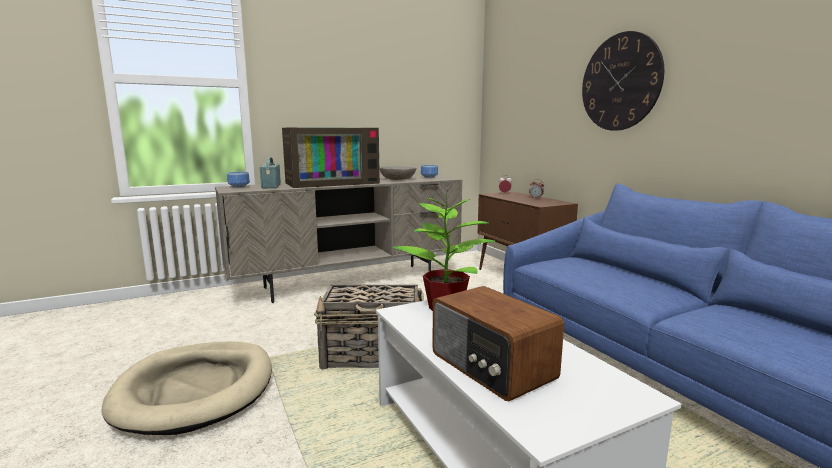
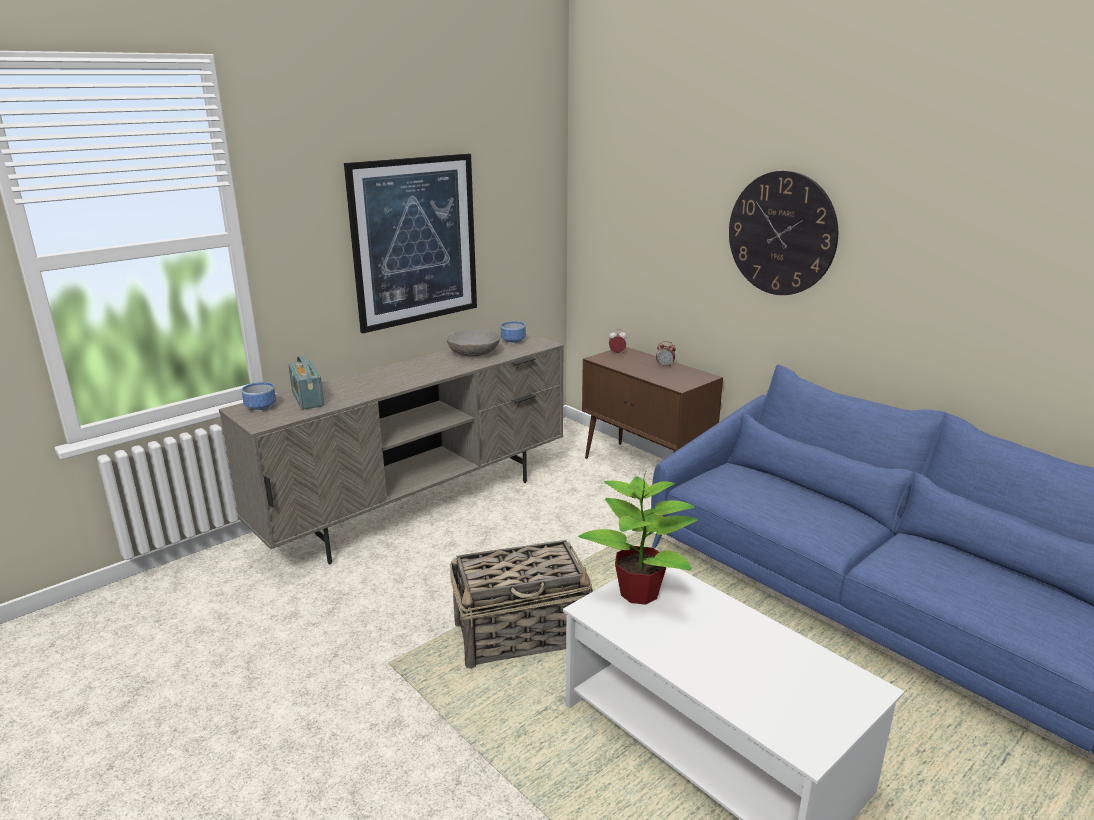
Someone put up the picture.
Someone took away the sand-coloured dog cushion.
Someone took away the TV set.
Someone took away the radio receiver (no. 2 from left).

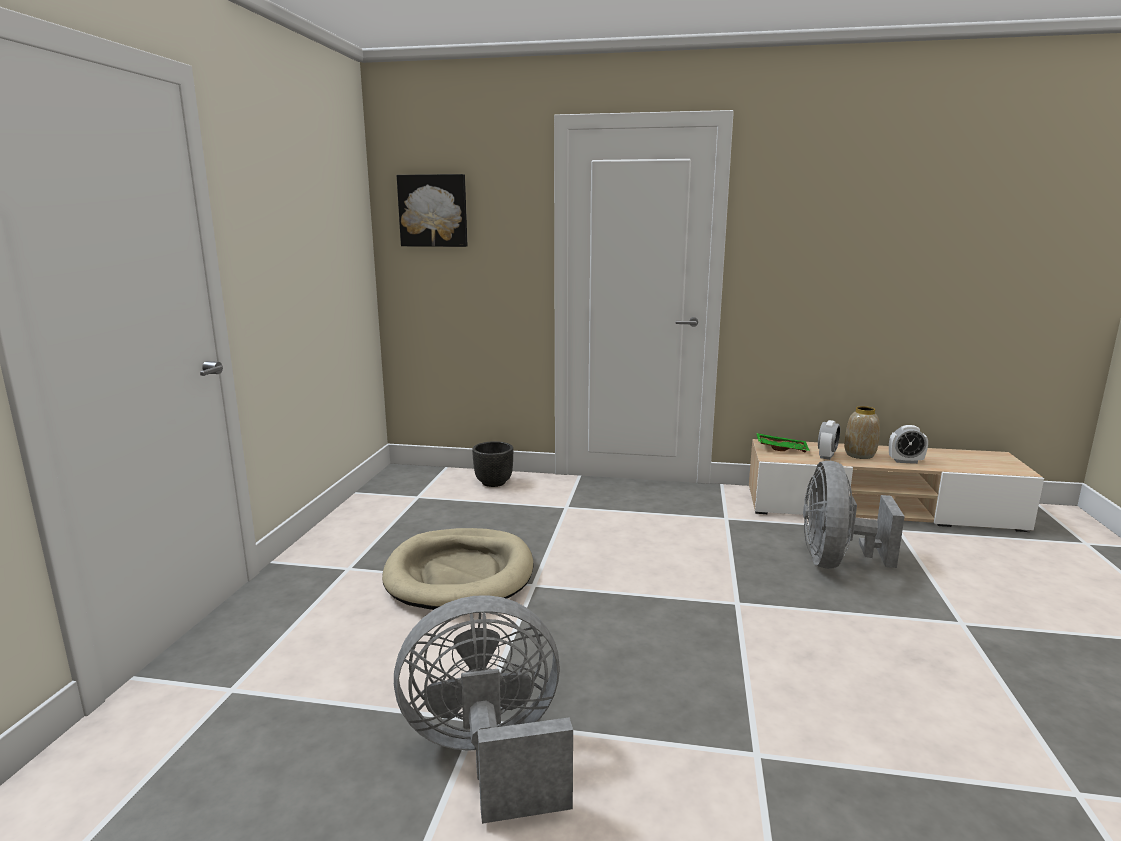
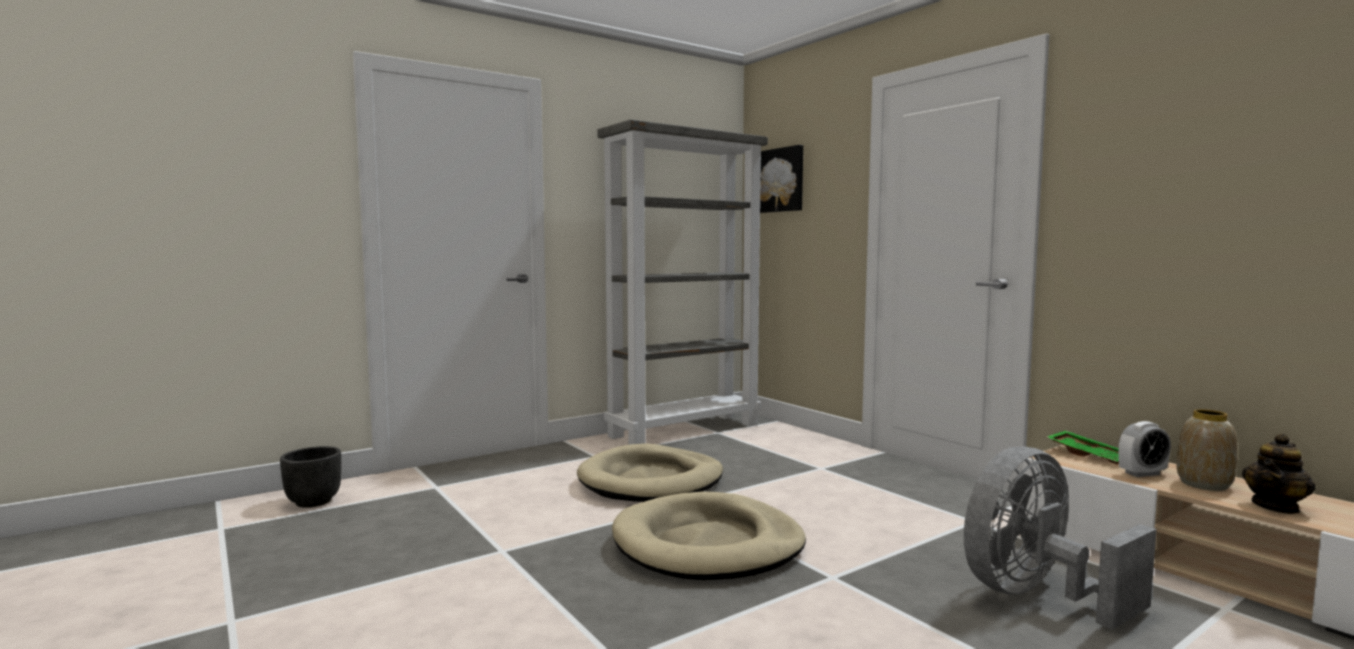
Someone carried the blackish planter.
Someone put down the gray shelving unit.
Someone put down the sand-coloured dog cushion (no. 2 from left).
Someone swapped the table clock (no. 2 from left) for the tea pot.
Someone took away the gray cooling fan (no. 1 from left).

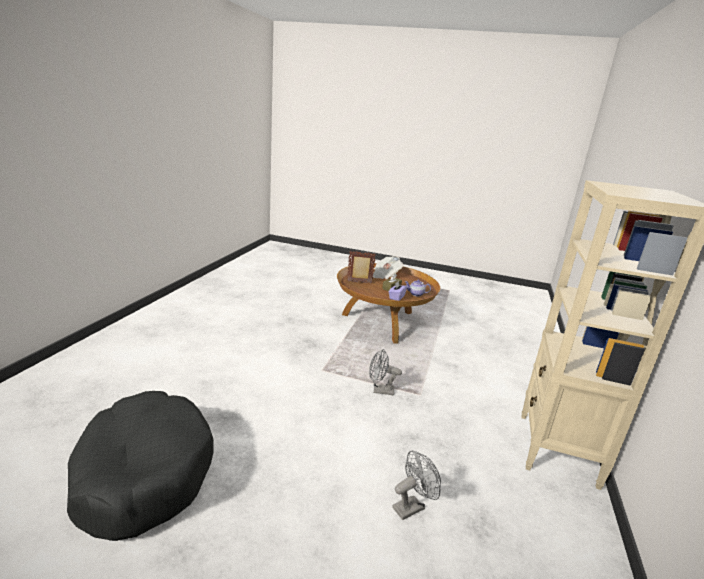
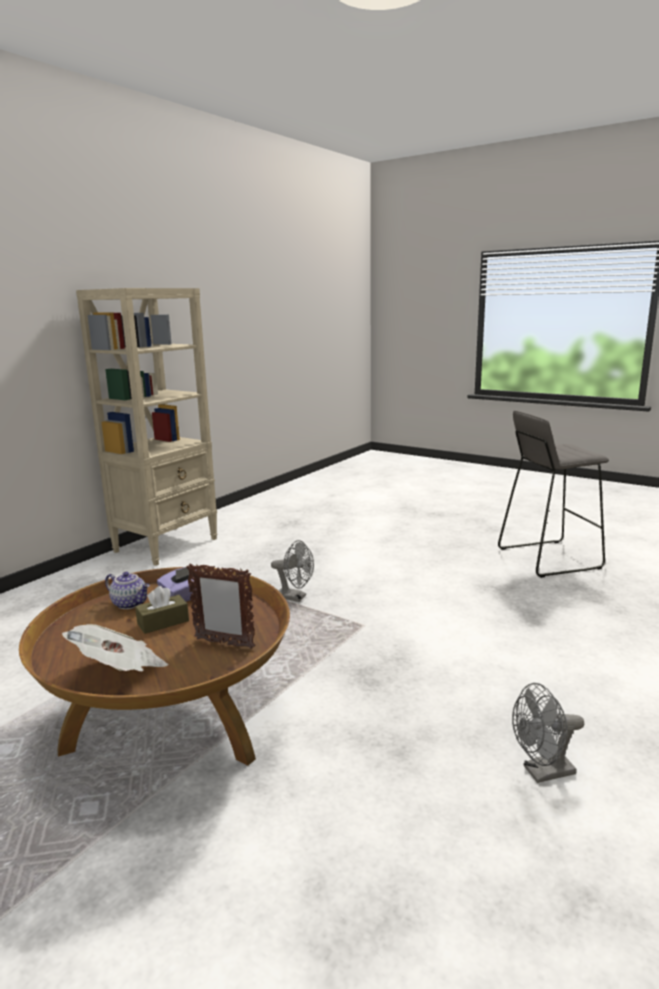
Someone swapped the blackish dog cushion for the gray stool seat.
Someone carried the gray cooling fan (no. 2 from left).

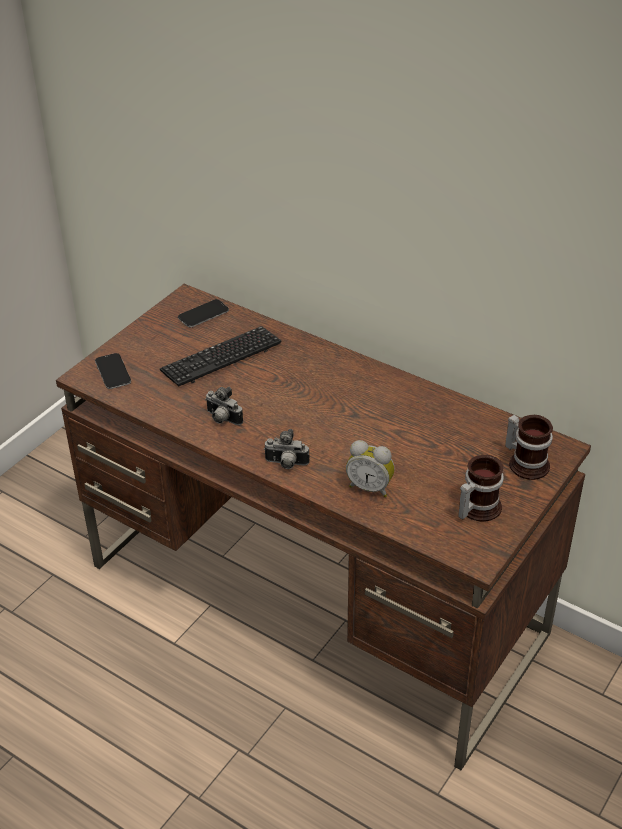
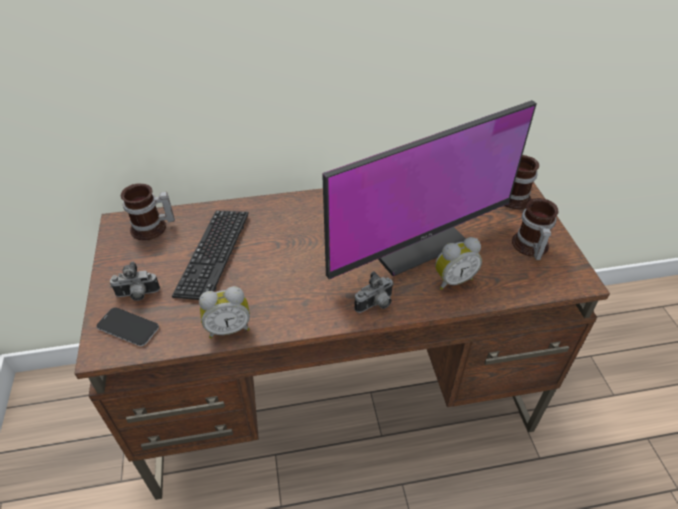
Someone carried the photo camera (no. 1 from left).
Someone swapped the telephone (no. 2 from left) for the tea mug (no. 1 from left).
Someone put down the table clock (no. 1 from left).
Someone put down the monitor.

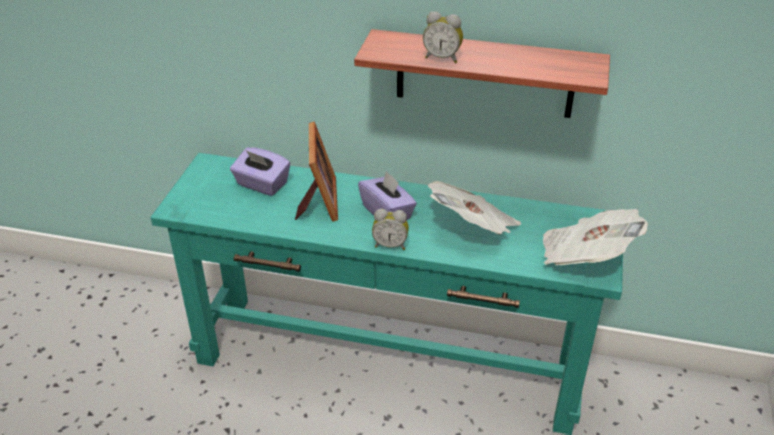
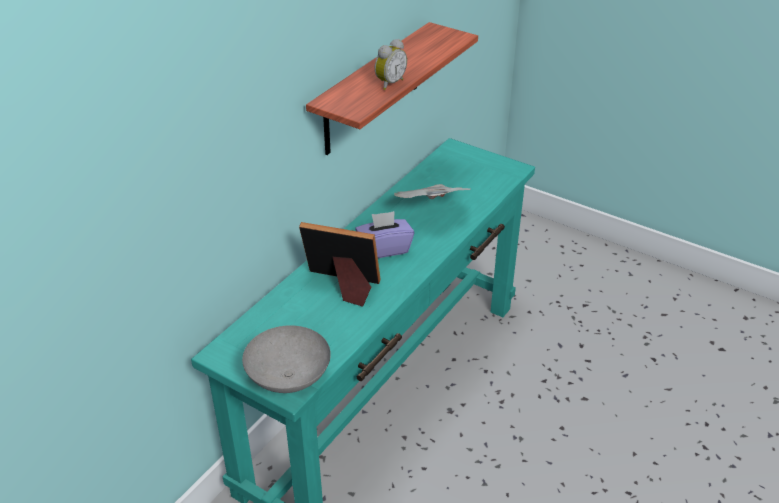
Someone put down the gray bowl.
Someone took away the purplish tissue box (no. 1 from left).
Someone took away the table clock (no. 1 from left).
Someone took away the daily paper (no. 2 from left).

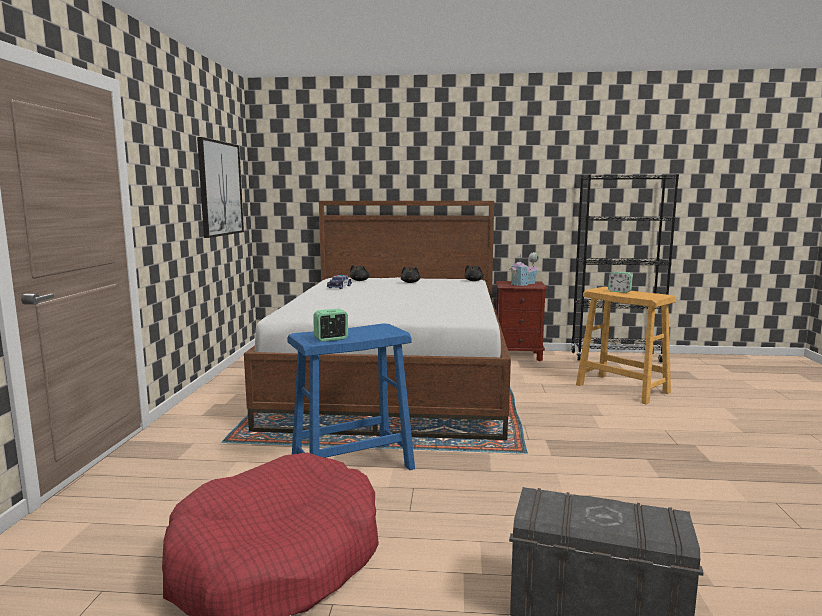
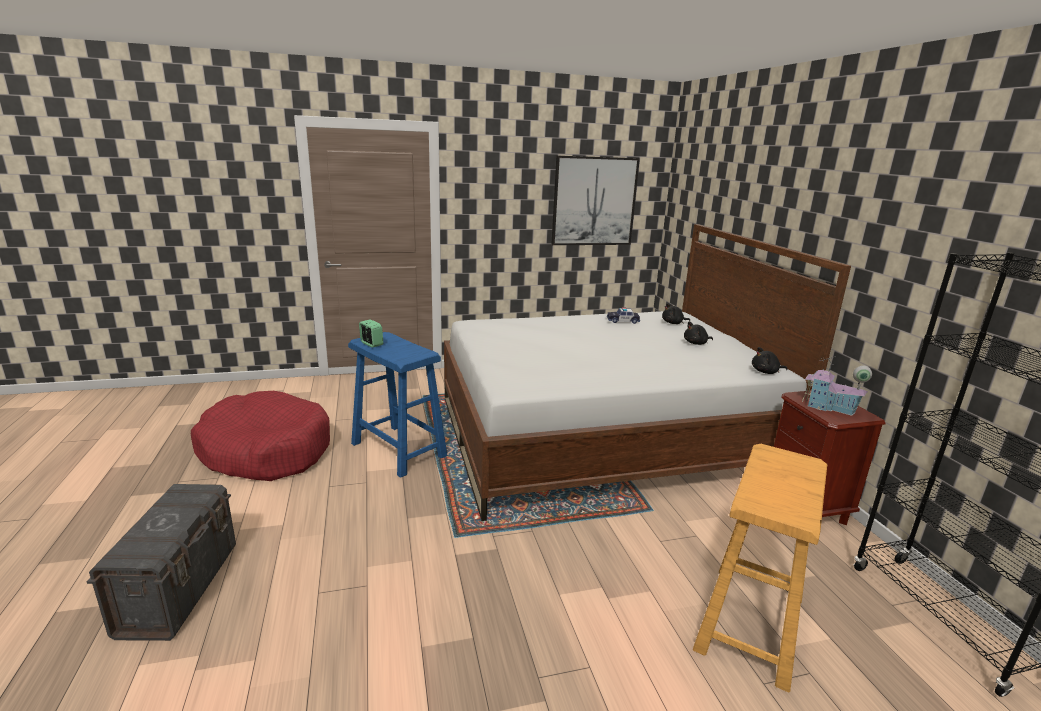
Someone took away the table clock (no. 2 from left).

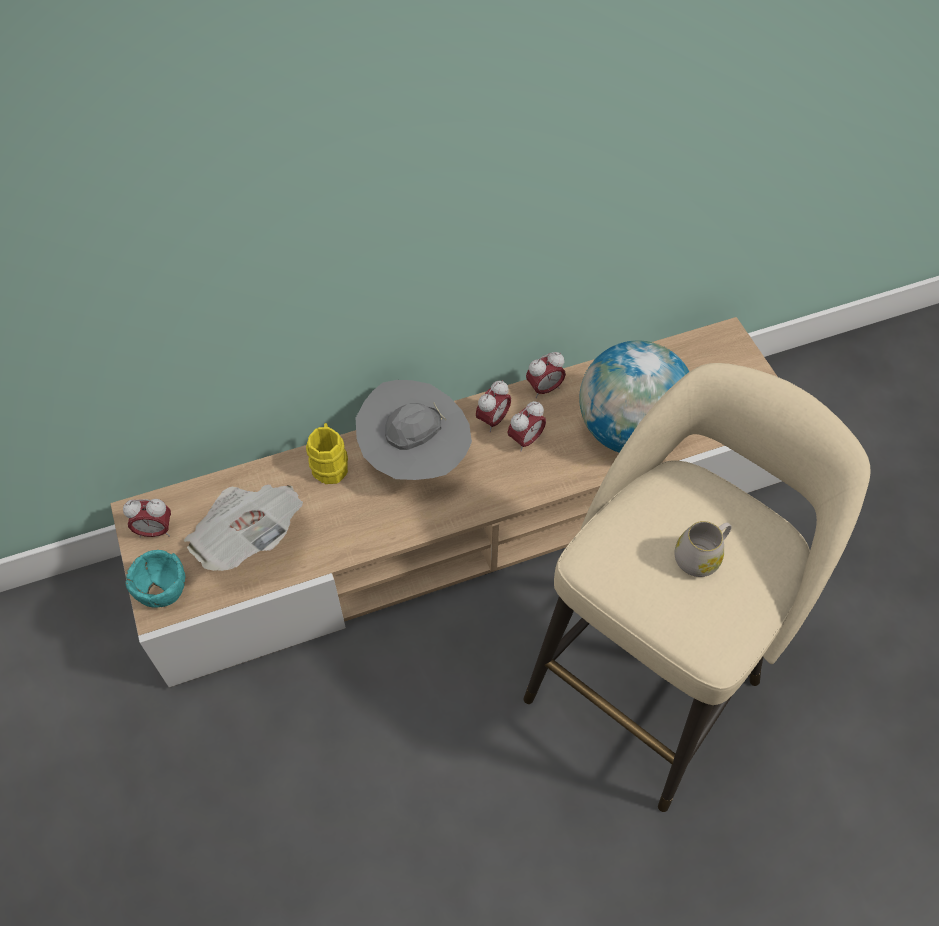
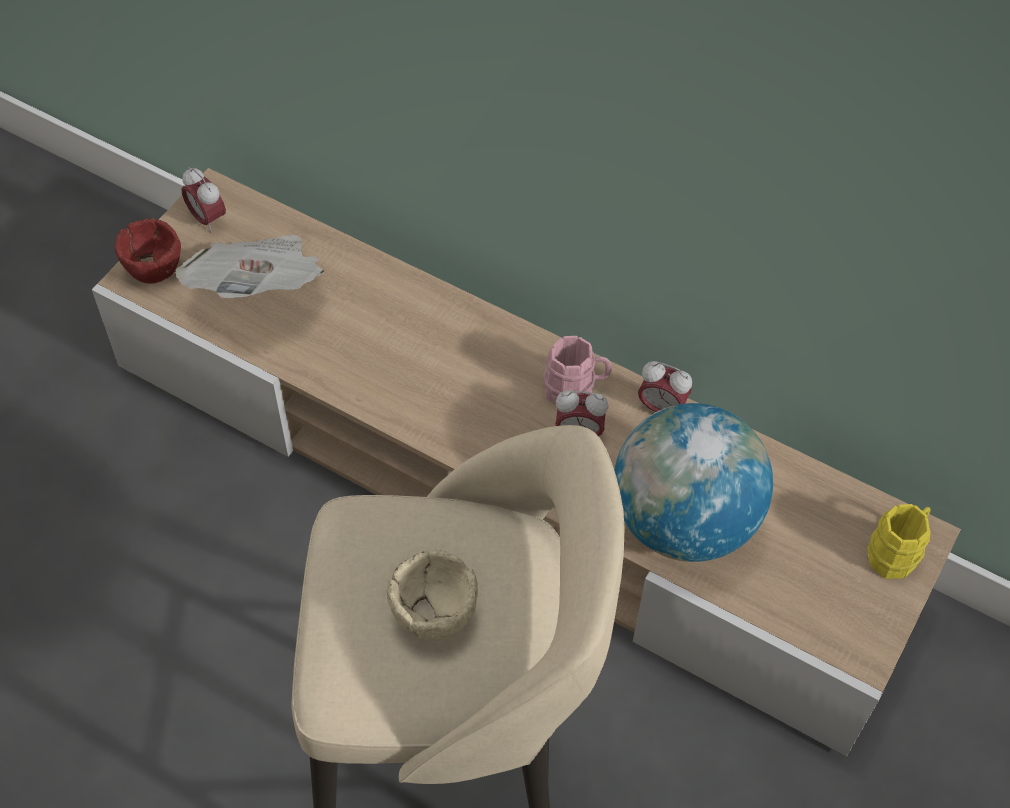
Someone repainted the turquoise-coloured bowl, which became the red-coloured bowl.
Someone swapped the white-coloured tea mug for the sand-coloured bowl.
Someone swapped the table clock (no. 2 from left) for the pinkish tea mug.
Someone carried the yellow tea mug.
Someone took away the gray hat.

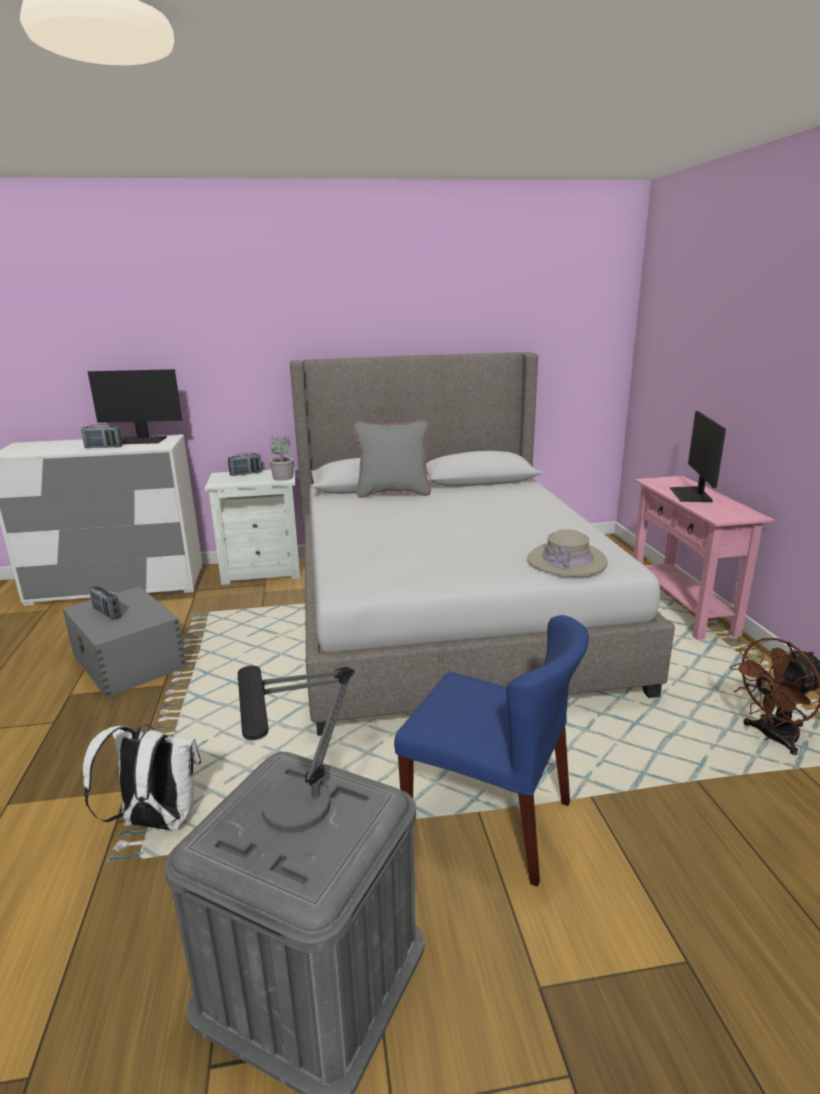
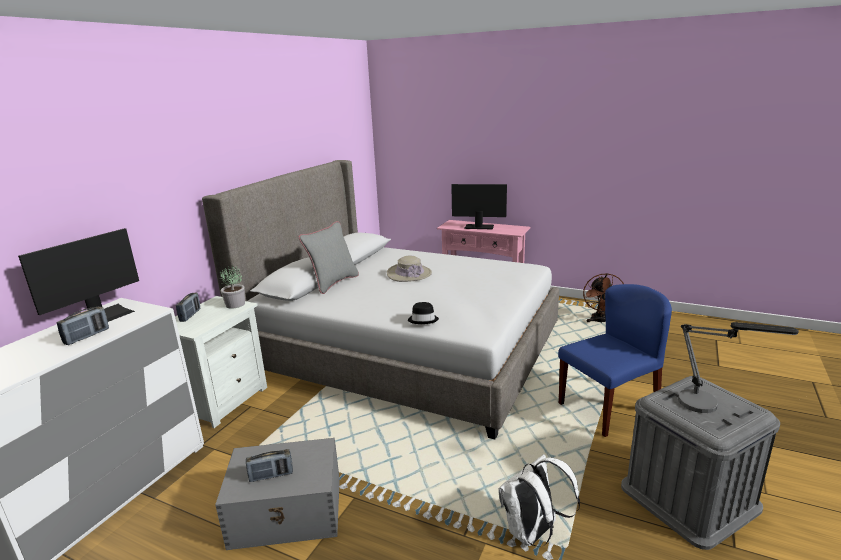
Someone carried the sand-coloured hat.
Someone put down the blackish hat.
Someone rotated the monitor (no. 2 from left) by 150 degrees clockwise.

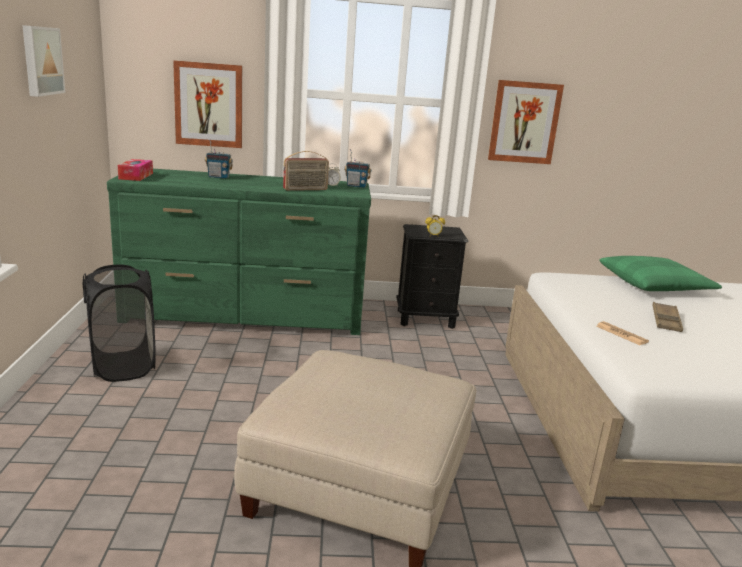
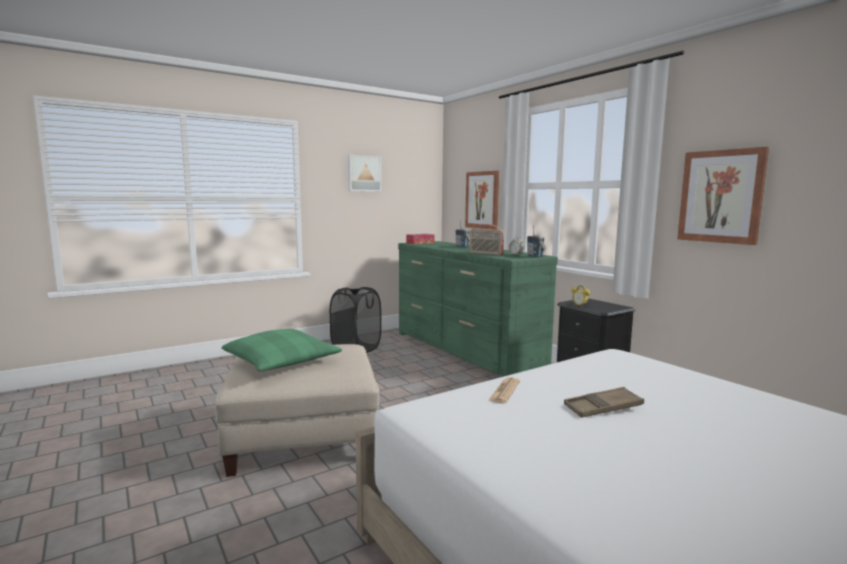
Someone carried the green pillow.

